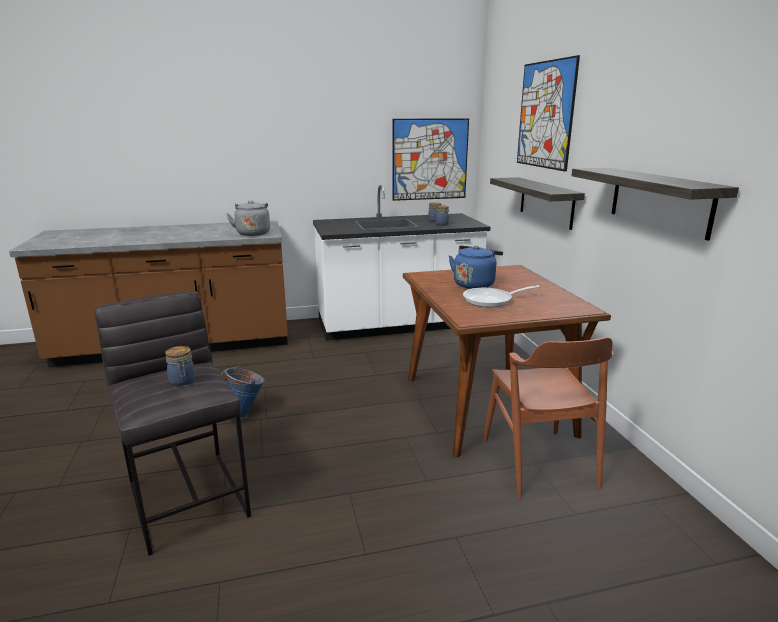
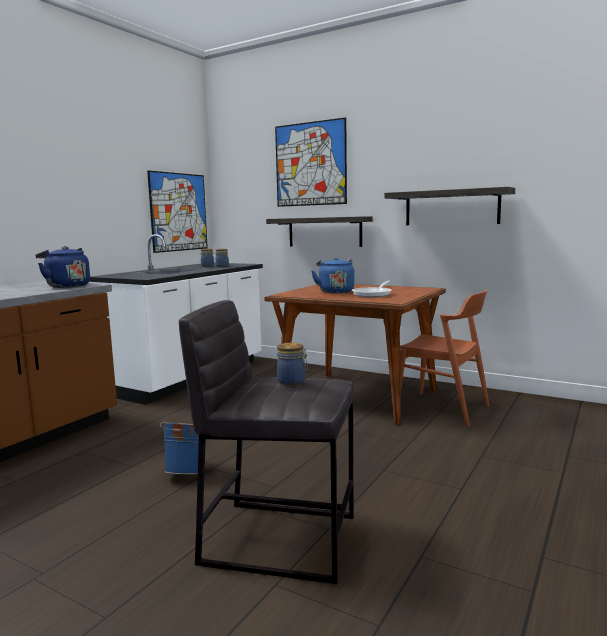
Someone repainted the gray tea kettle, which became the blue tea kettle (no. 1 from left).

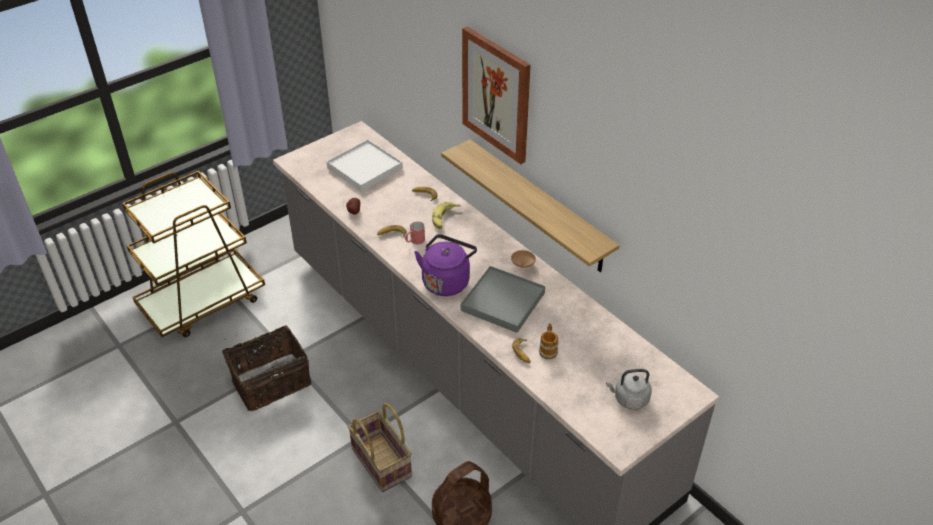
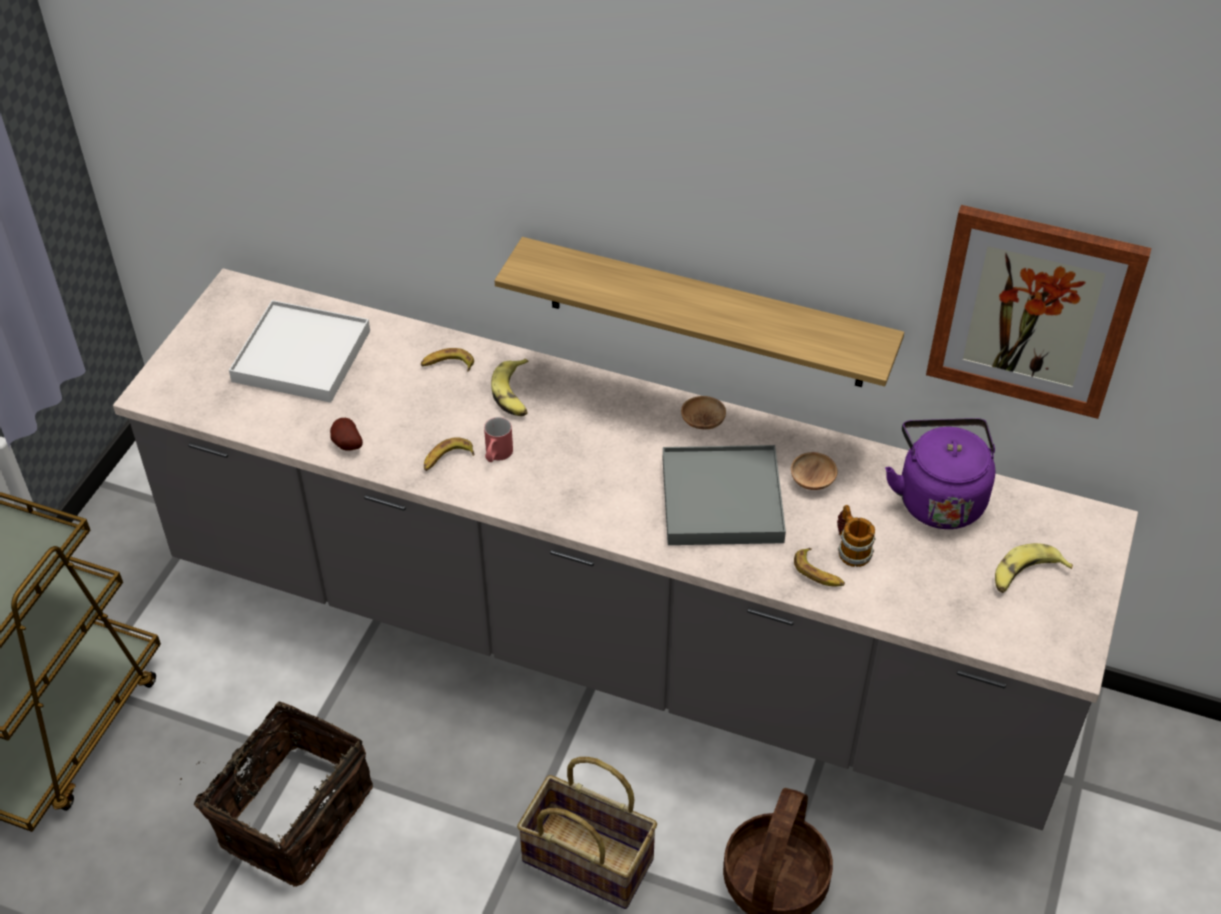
Someone put down the brown bowl (no. 2 from left).
Someone carried the purplish tea kettle.
Someone carried the picture.
Someone swapped the gray tea kettle for the banana fruit (no. 5 from left).

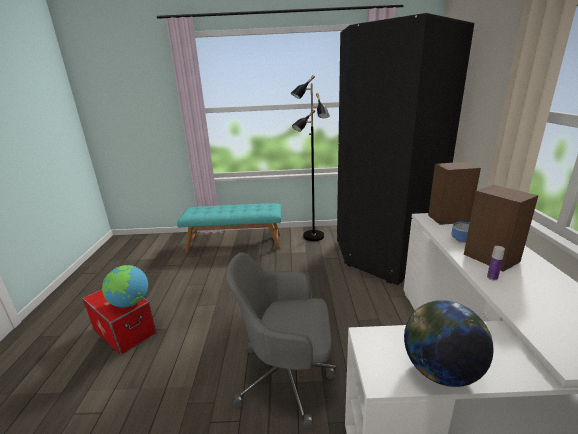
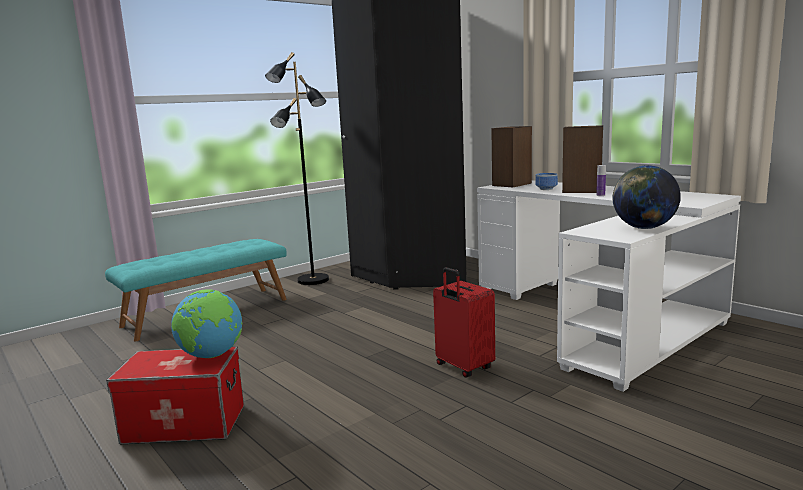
Someone swapped the gray office chair for the red-coloured suitcase.

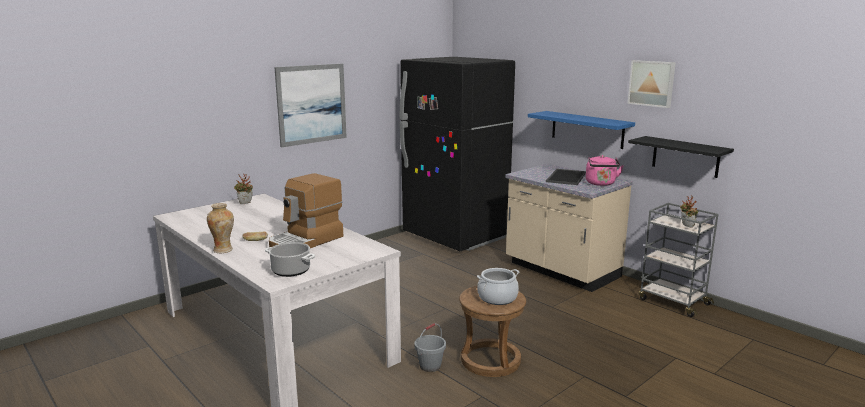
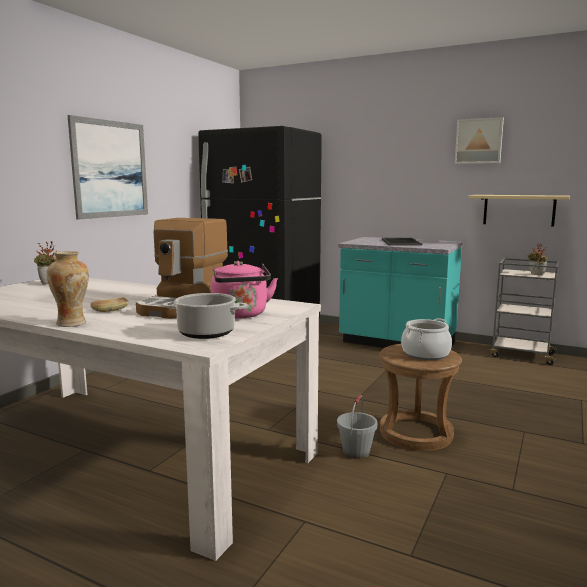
Someone carried the pinkish tea kettle.
Someone repainted the sand-coloured counter, which became the turquoise-coloured counter.
Someone repainted the blackish bracket shelf, which became the sand-coloured bracket shelf.
Someone took away the blue bracket shelf.

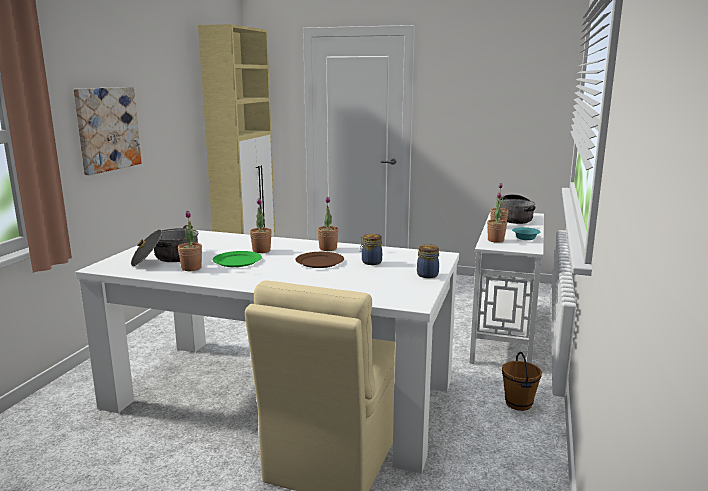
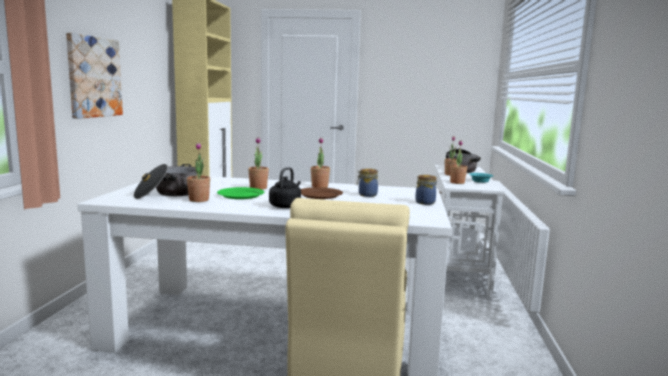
Someone put down the blackish tea kettle.
Someone took away the brown pail.

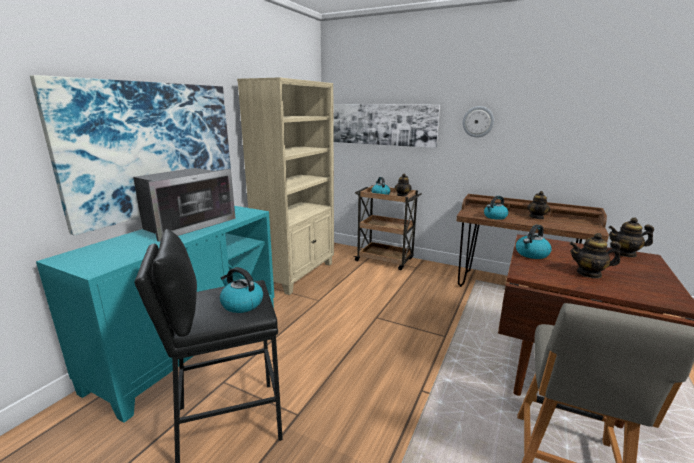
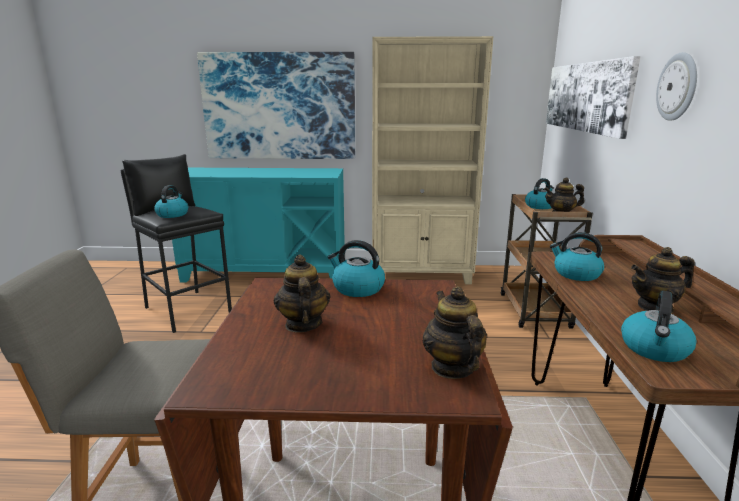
Someone put down the tea kettle (no. 5 from left).
Someone took away the microwave oven.

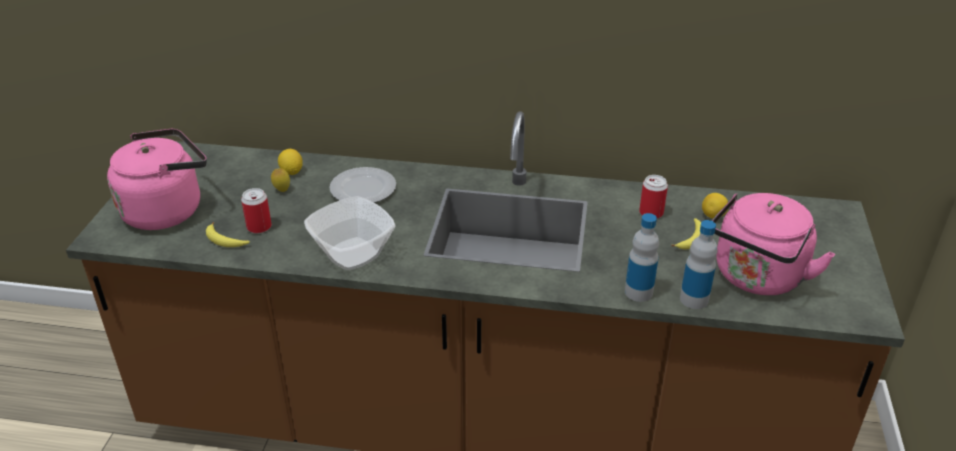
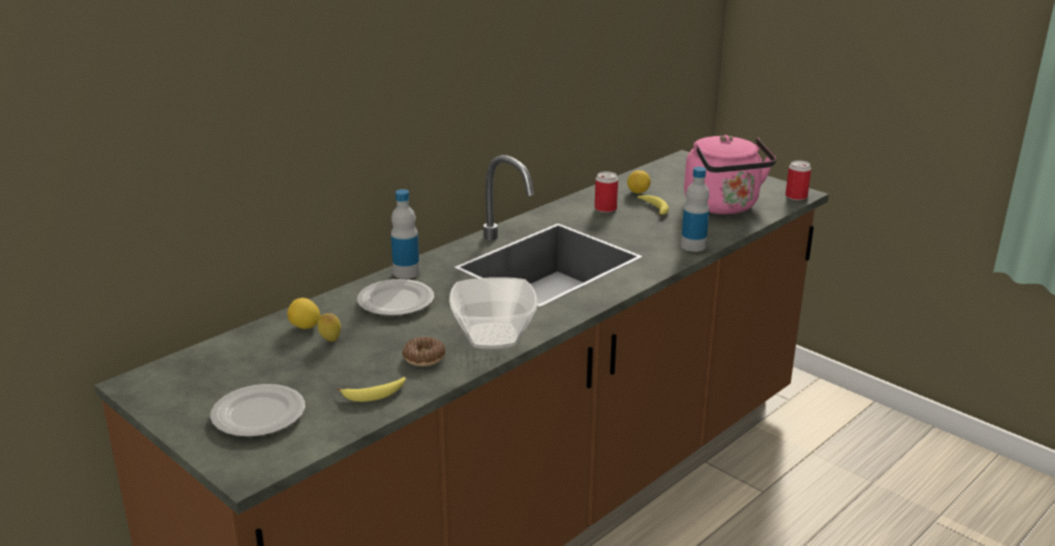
Someone swapped the pinkish tea kettle (no. 1 from left) for the flat dish (no. 1 from left).
Someone carried the bottle (no. 2 from left in the first image).
Someone put down the ring doughnut.
Someone carried the sealed can (no. 1 from left in the first image).

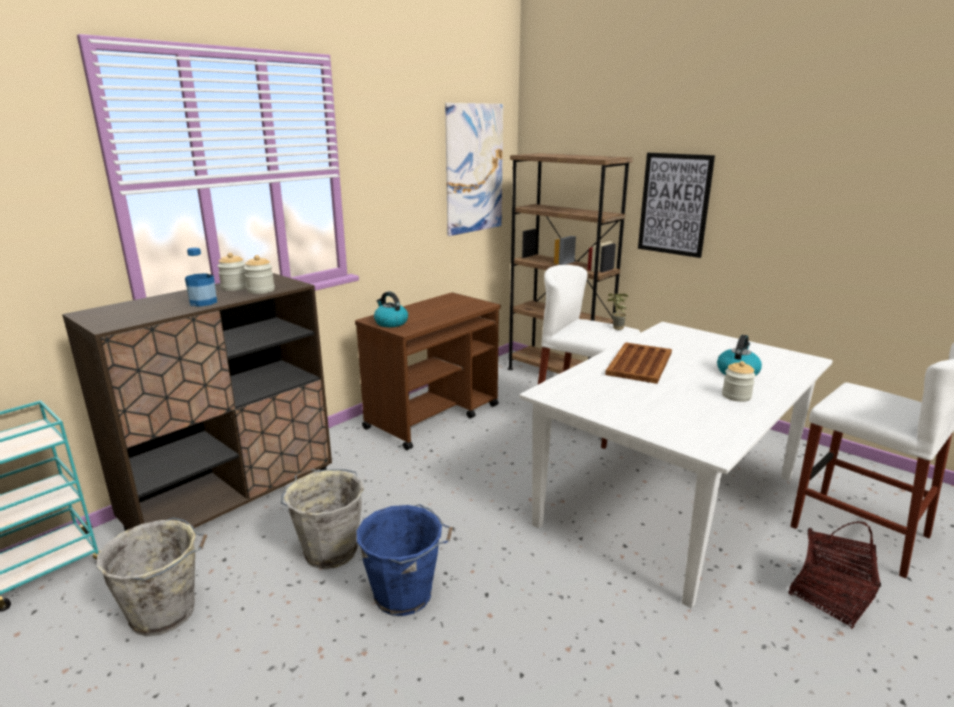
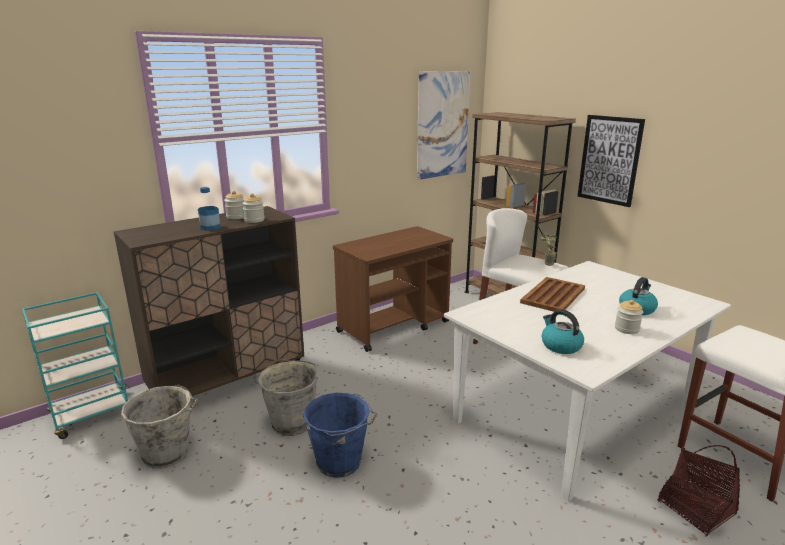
Someone carried the tea kettle (no. 1 from left).

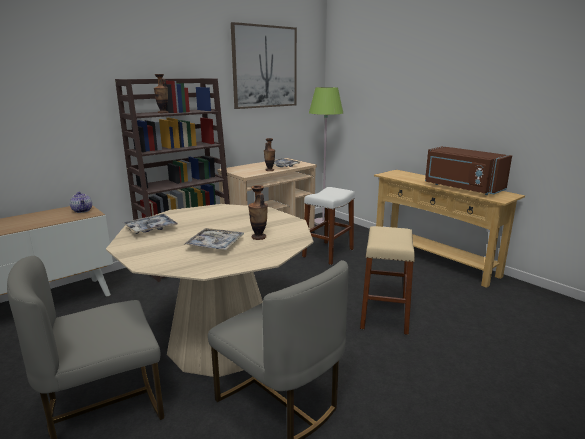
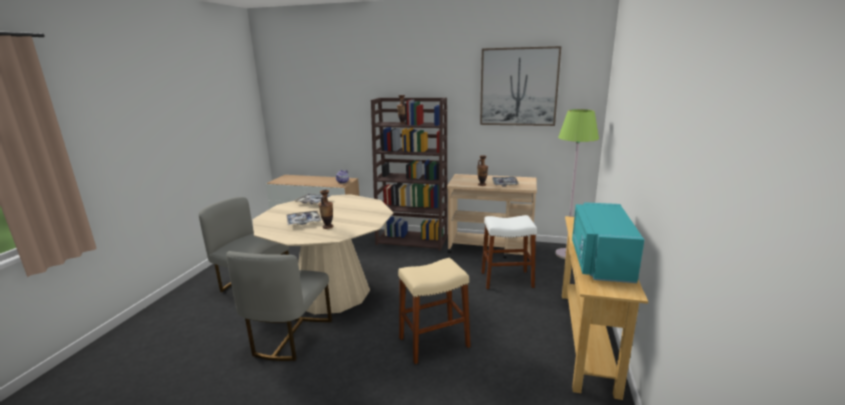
Someone repainted the brown microwave oven, which became the turquoise-coloured microwave oven.

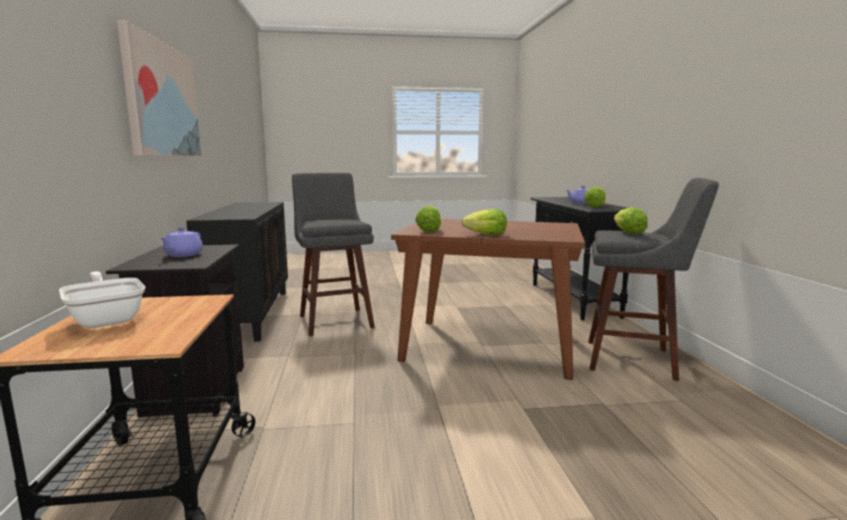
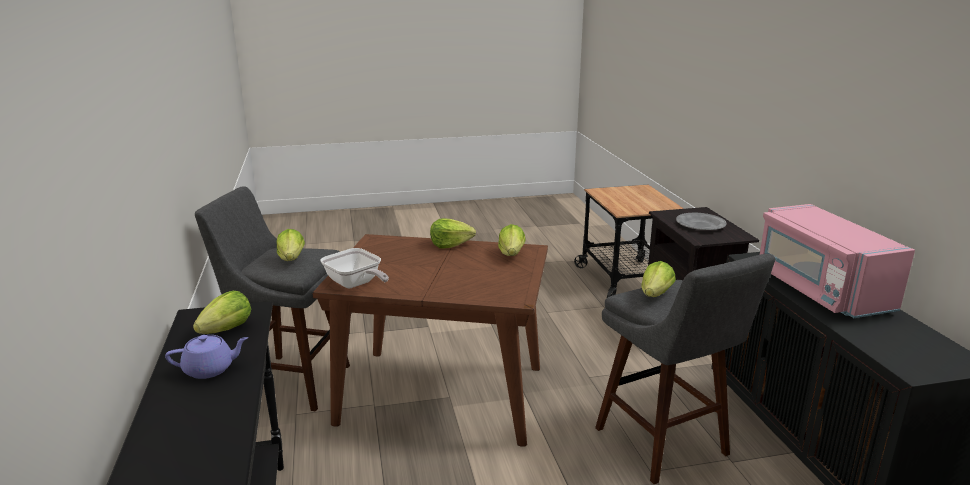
Someone carried the skillet.
Someone put down the lettuce (no. 5 from left).
Someone swapped the purplish tea pot (no. 1 from left) for the gray flat dish.
Someone put down the pinkish microwave oven.
Someone took away the picture.

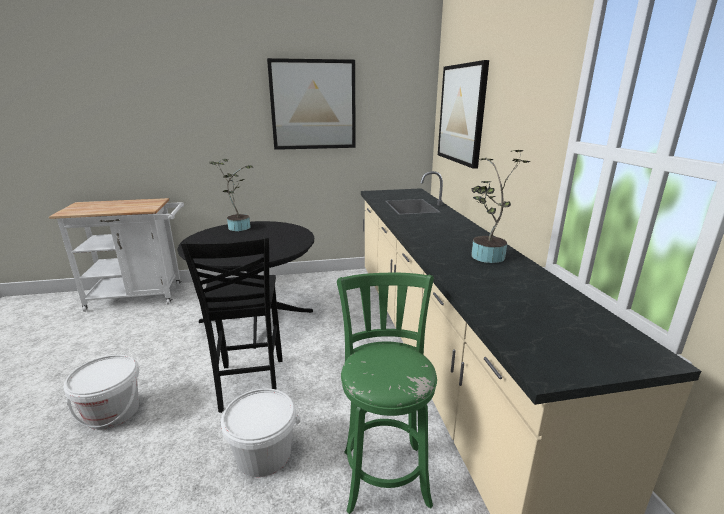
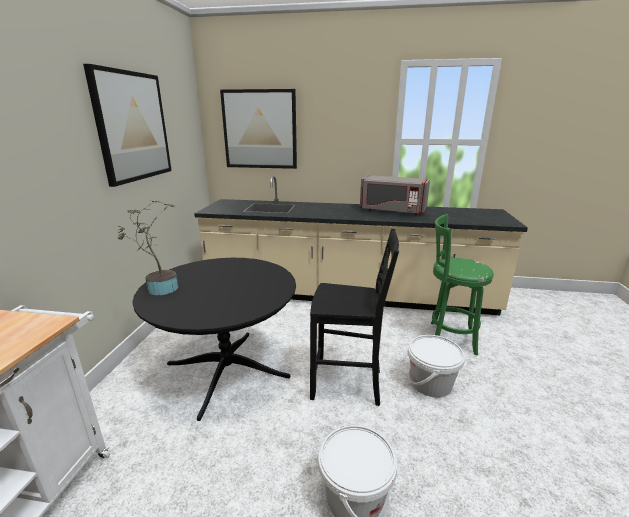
Someone swapped the houseplant (no. 2 from left) for the gray microwave oven.

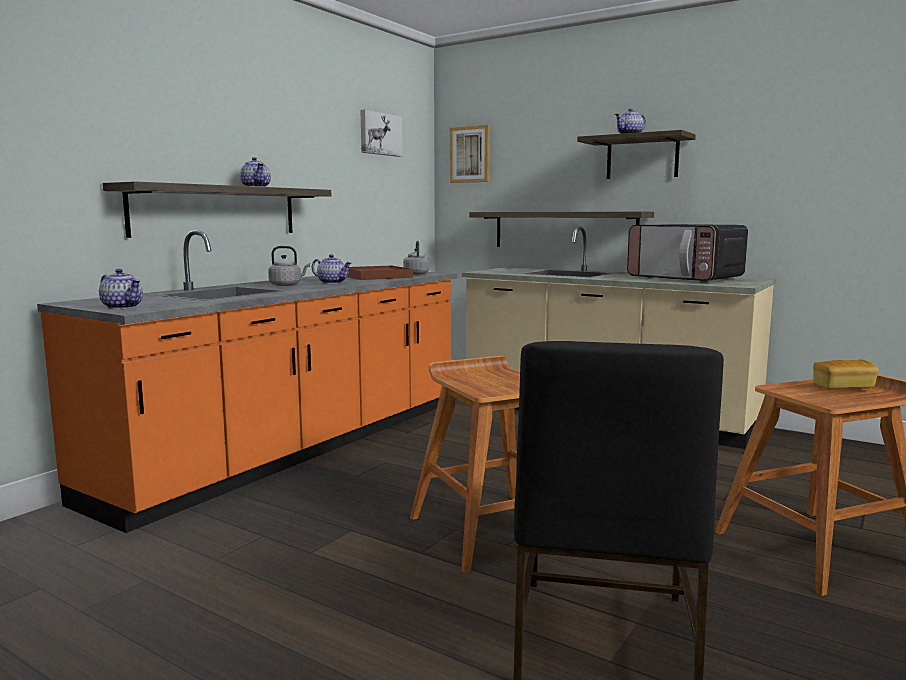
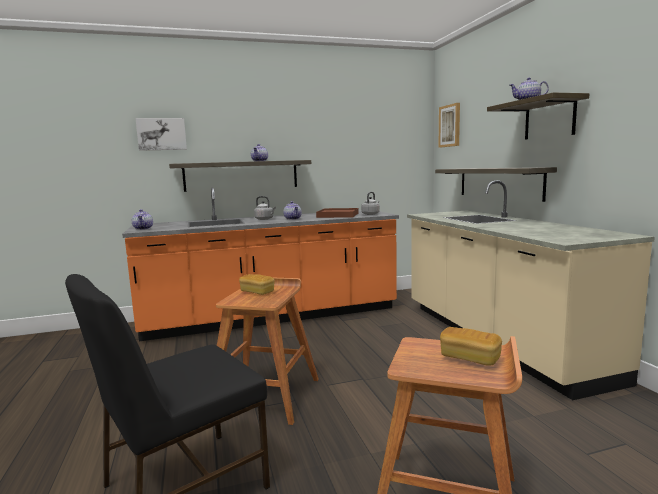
Someone carried the picture (no. 1 from left).
Someone put down the bread (no. 1 from left).
Someone took away the microwave oven.

